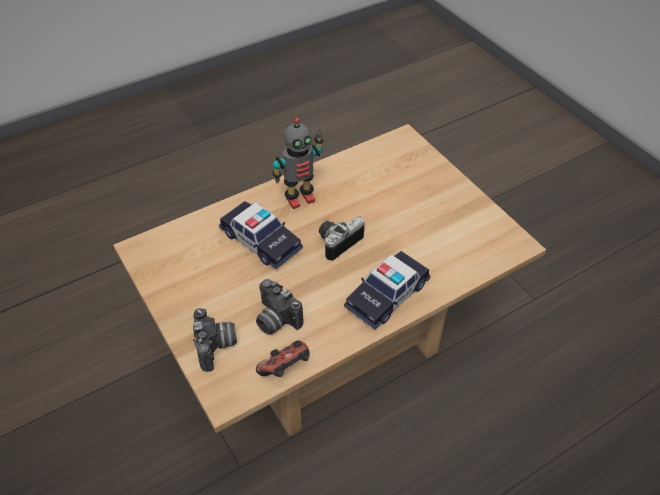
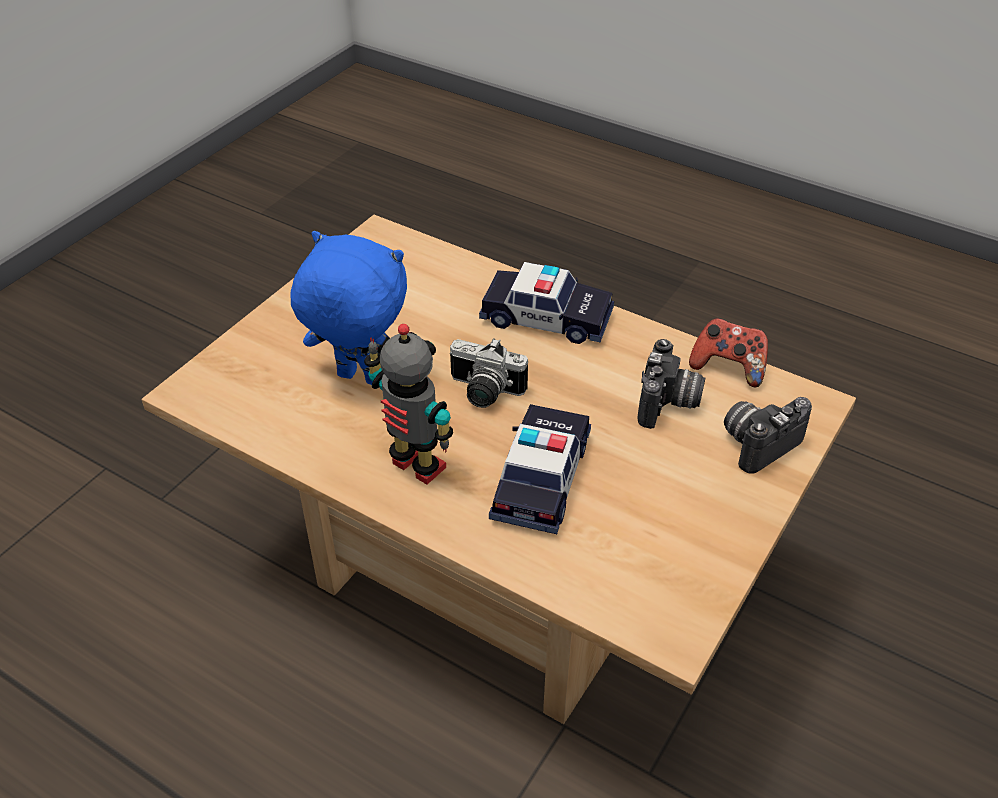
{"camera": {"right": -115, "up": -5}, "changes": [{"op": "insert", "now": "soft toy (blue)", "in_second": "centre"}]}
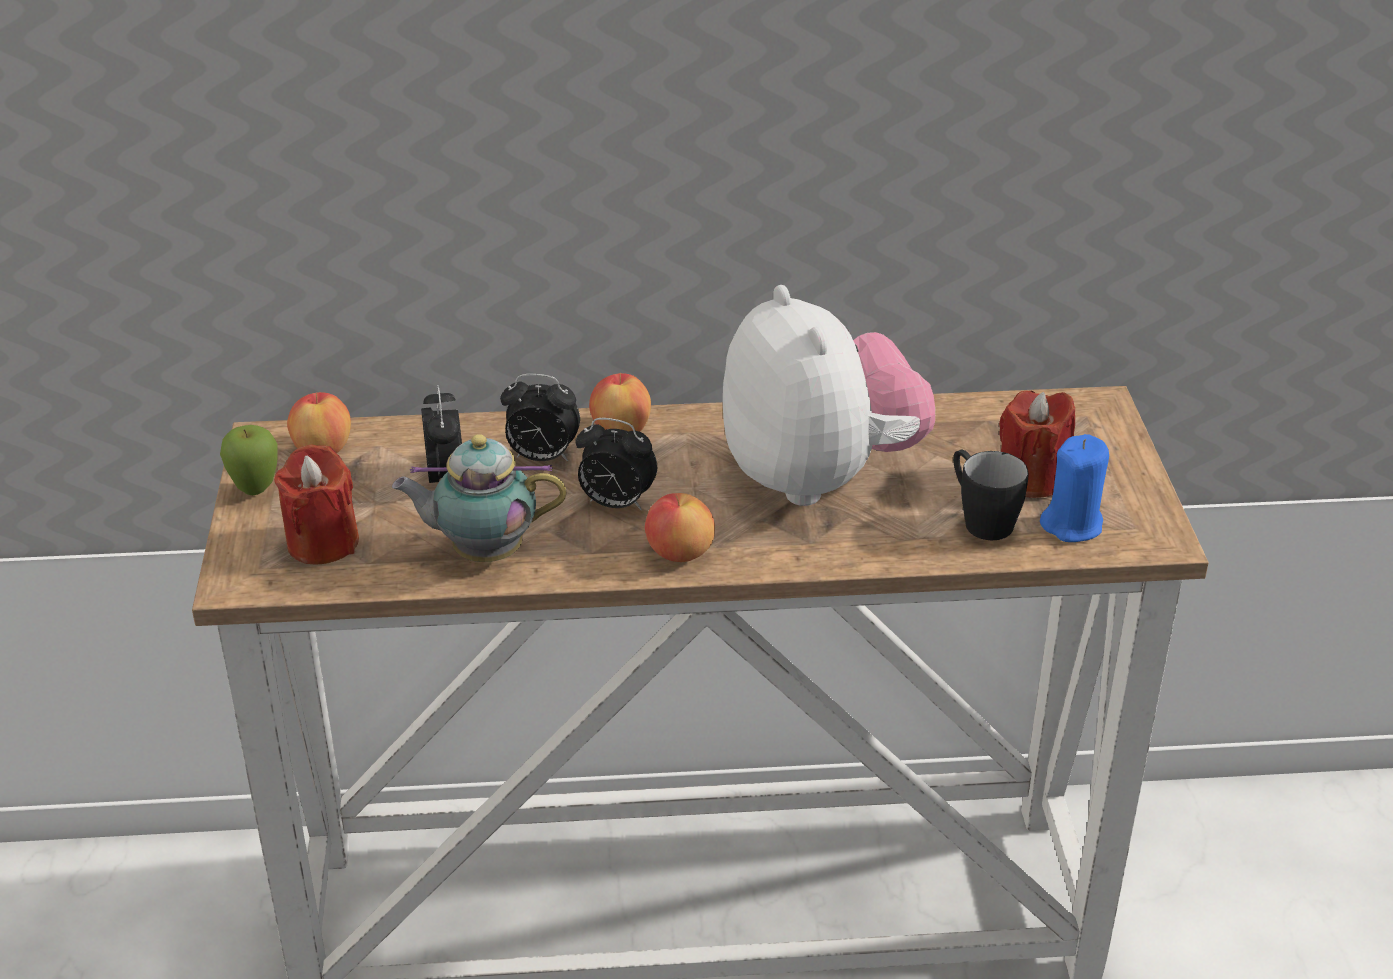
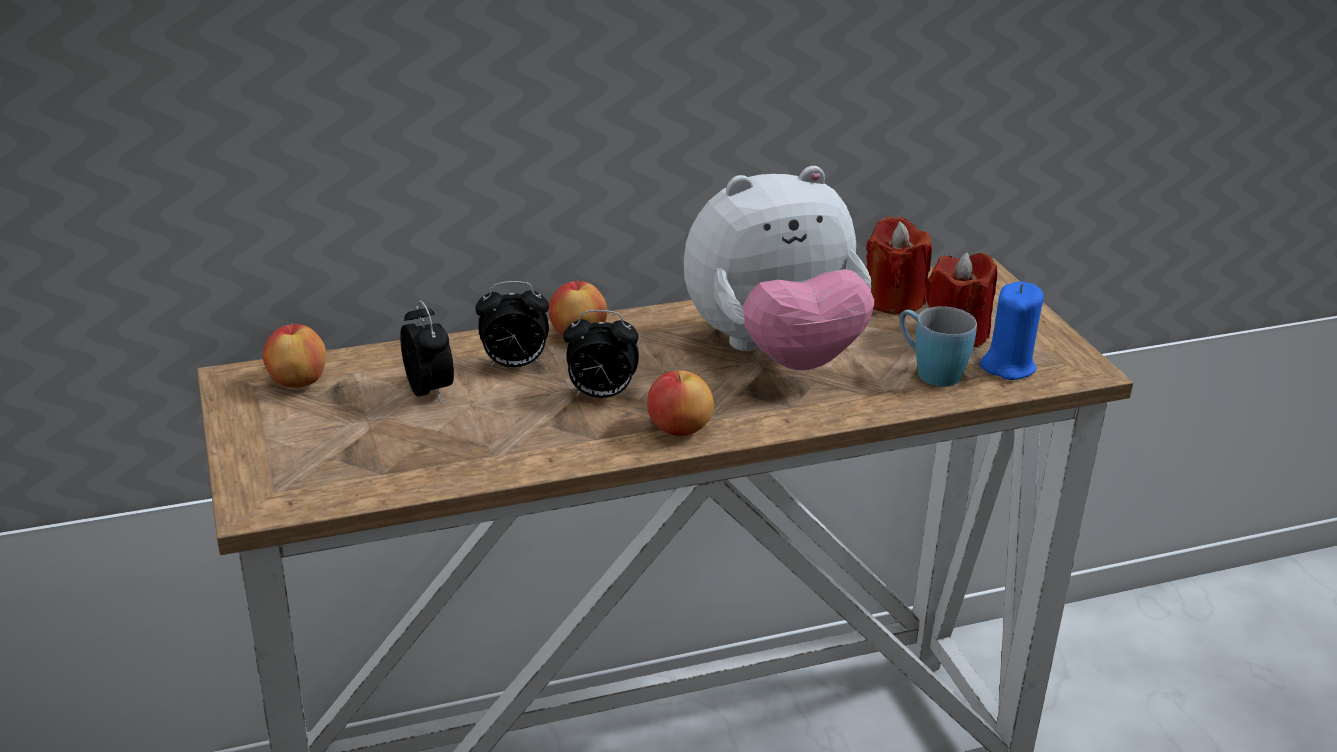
{"camera": {"right": -15, "up": -5}, "changes": [{"op": "rotate", "was": "soft toy", "in_first": "centre", "in_second": "centre", "clockwise": 105}, {"op": "move", "was": "wax candle (red-coloured) (1st from left)", "in_first": "middle left", "in_second": "middle right"}, {"op": "recolor", "was": "coffee mug (blackish)", "now": "coffee mug (blue)", "in_first": "middle right", "in_second": "middle right"}, {"op": "delete", "was": "whole apple (1st from left)", "in_first": "middle left"}, {"op": "delete", "was": "tea pot", "in_first": "centre"}]}
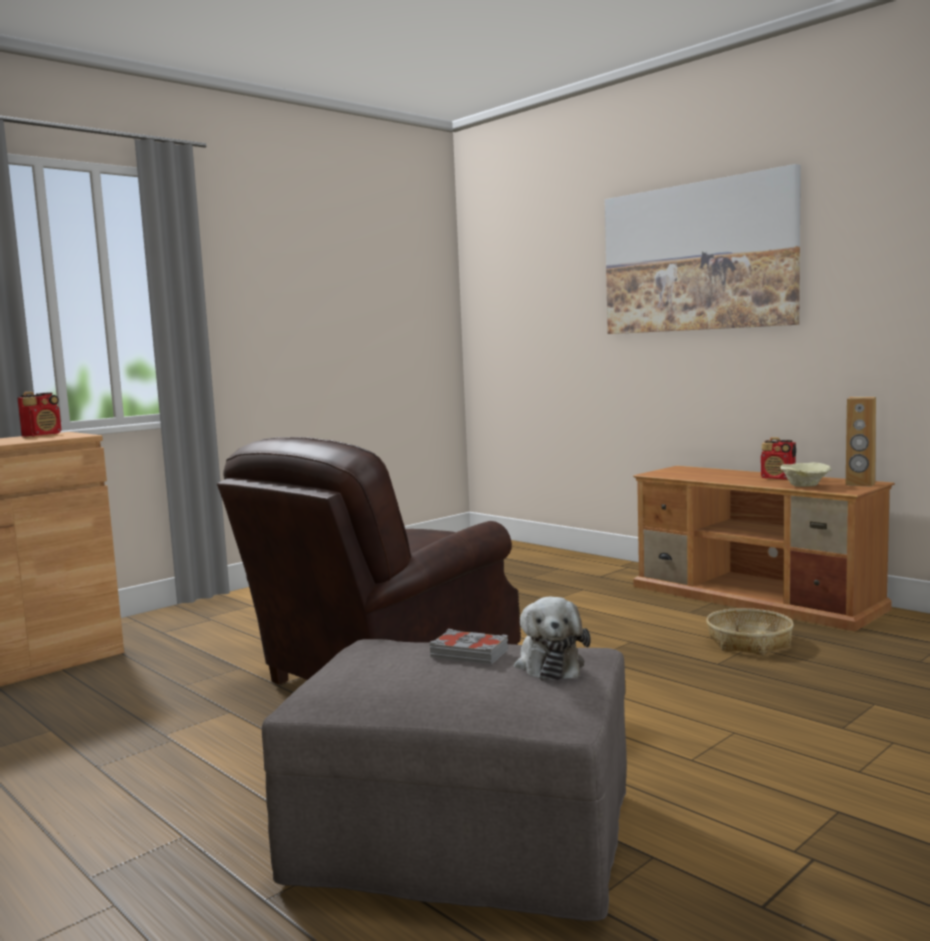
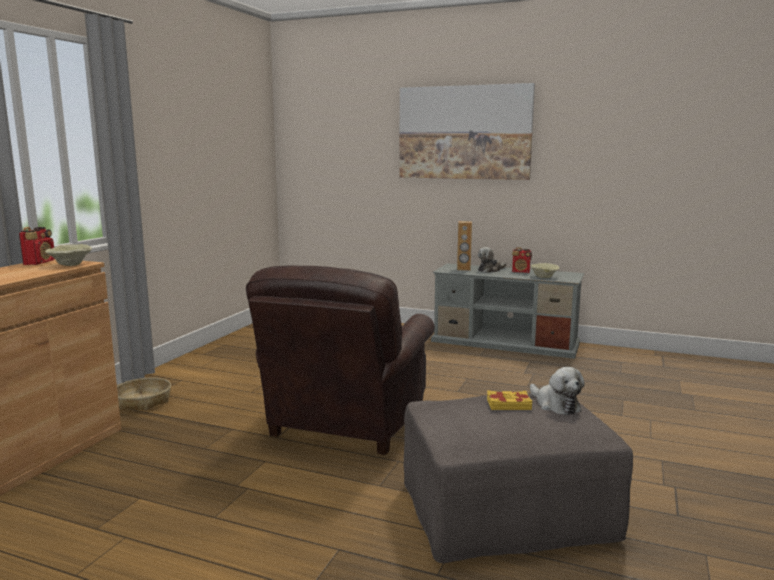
{"camera": {"right": -25, "up": 5}, "changes": [{"op": "insert", "now": "serving bowl (beige-coloured) (1st from left)", "in_second": "middle left"}, {"op": "move", "was": "storage basket", "in_first": "bottom right", "in_second": "bottom left"}, {"op": "recolor", "was": "media console (brown)", "now": "media console (greyish)", "in_first": "middle right", "in_second": "centre"}, {"op": "move", "was": "speaker (brown)", "in_first": "middle right", "in_second": "centre"}, {"op": "insert", "now": "soft toy (1st from left)", "in_second": "centre"}, {"op": "recolor", "was": "bound book (greyish)", "now": "bound book (yellow)", "in_first": "bottom centre", "in_second": "bottom centre"}]}
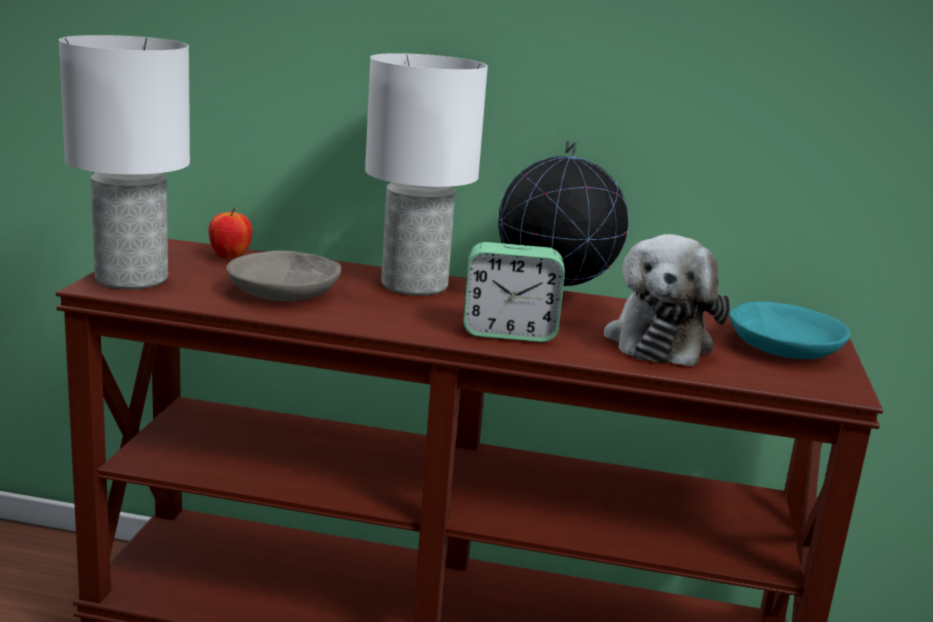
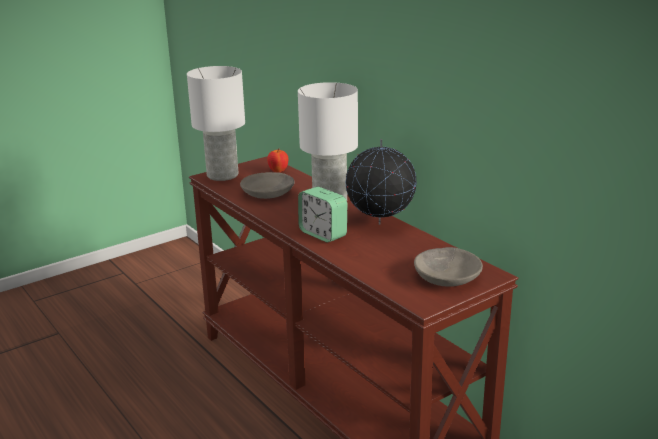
{"camera": {"right": 45, "up": 5}, "changes": [{"op": "recolor", "was": "serving bowl (turquoise)", "now": "serving bowl (greyish) (2nd from left)", "in_first": "middle right", "in_second": "middle right"}, {"op": "delete", "was": "soft toy", "in_first": "middle right"}]}
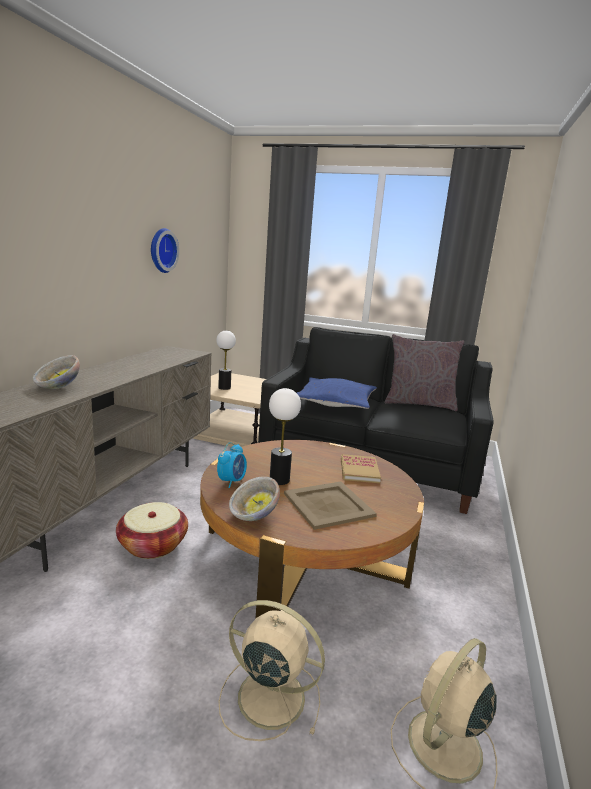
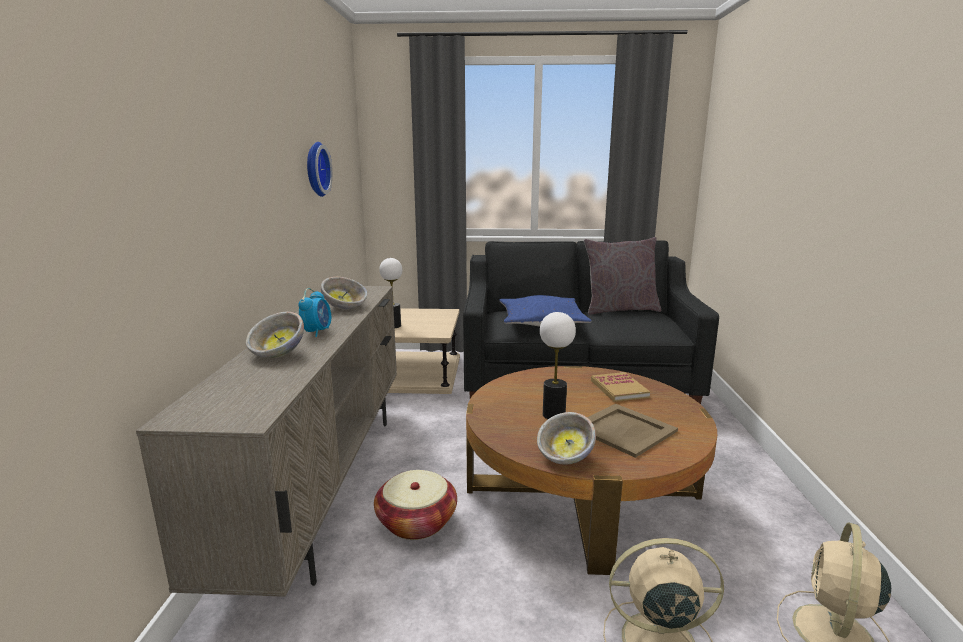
{"camera": {"right": -15, "up": 0}, "changes": [{"op": "move", "was": "table clock", "in_first": "centre", "in_second": "middle left"}, {"op": "insert", "now": "serving bowl (2nd from left)", "in_second": "centre"}]}
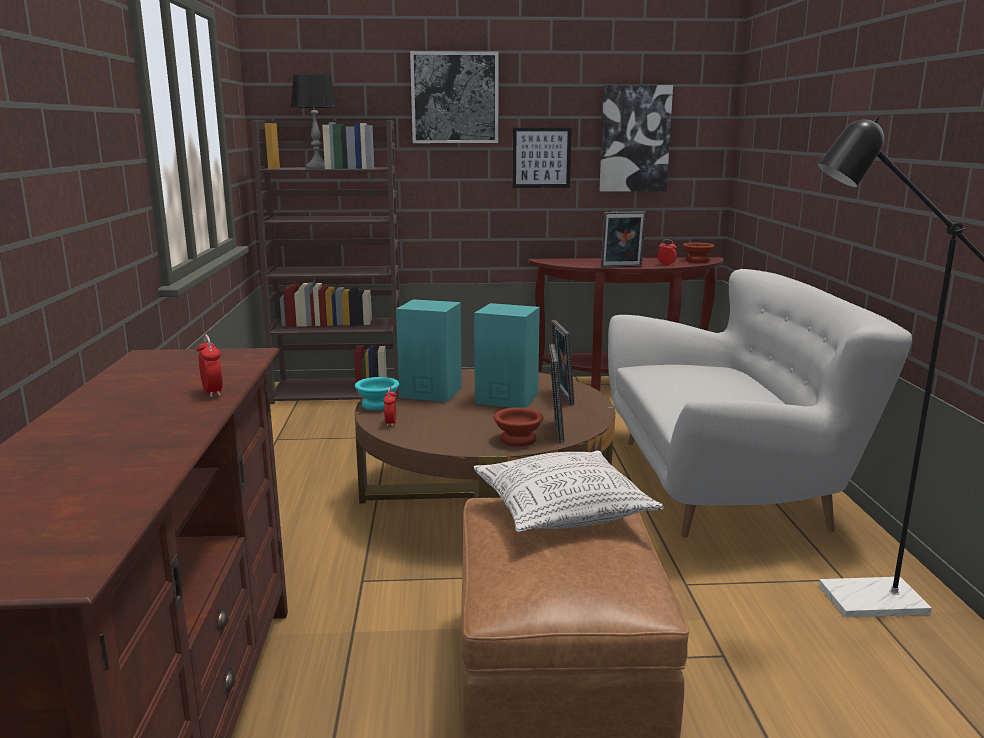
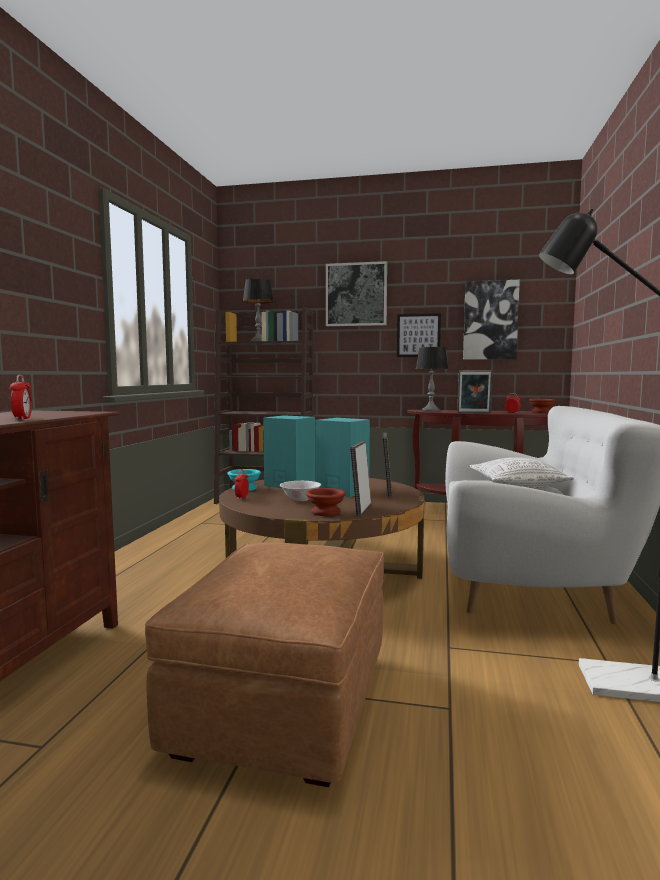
{"camera": {"right": 15, "up": -10}, "changes": [{"op": "insert", "now": "serving bowl (whitish)", "in_second": "centre"}, {"op": "insert", "now": "tabletop lamp (2nd from left)", "in_second": "centre"}, {"op": "move", "was": "pillow", "in_first": "centre", "in_second": "middle right"}]}
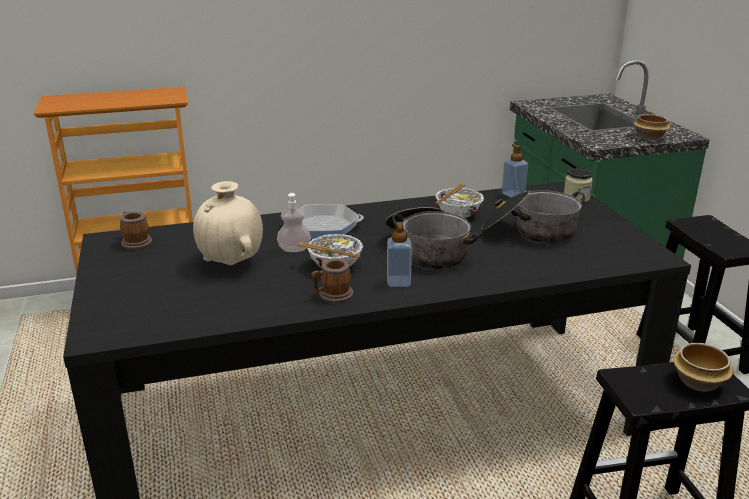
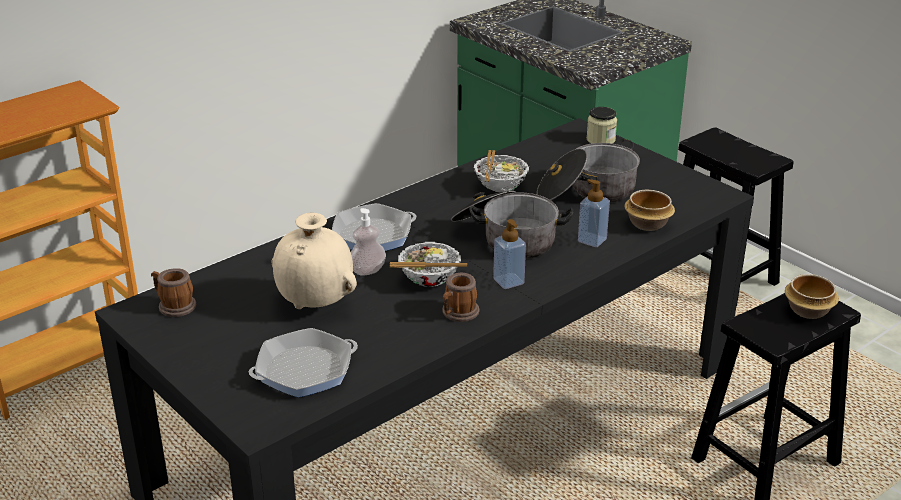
{"camera": {"right": -25, "up": 5}, "changes": [{"op": "insert", "now": "pan (1st from left)", "in_second": "bottom centre"}, {"op": "move", "was": "liquid soap bottle (3rd from left)", "in_first": "middle right", "in_second": "centre"}, {"op": "move", "was": "serving bowl (3rd from left)", "in_first": "top right", "in_second": "middle right"}]}
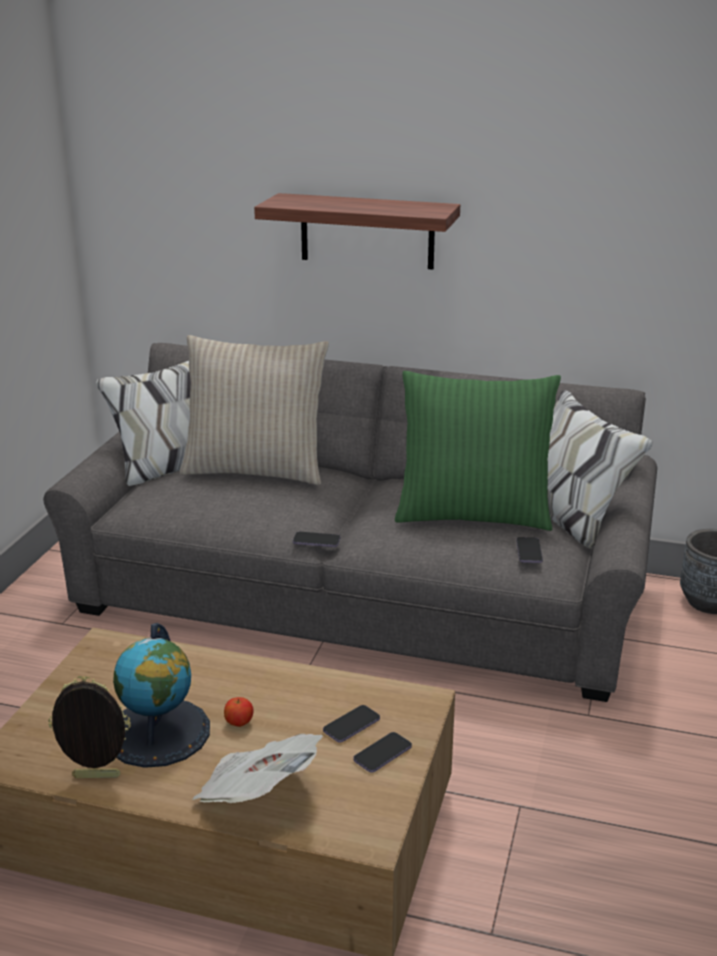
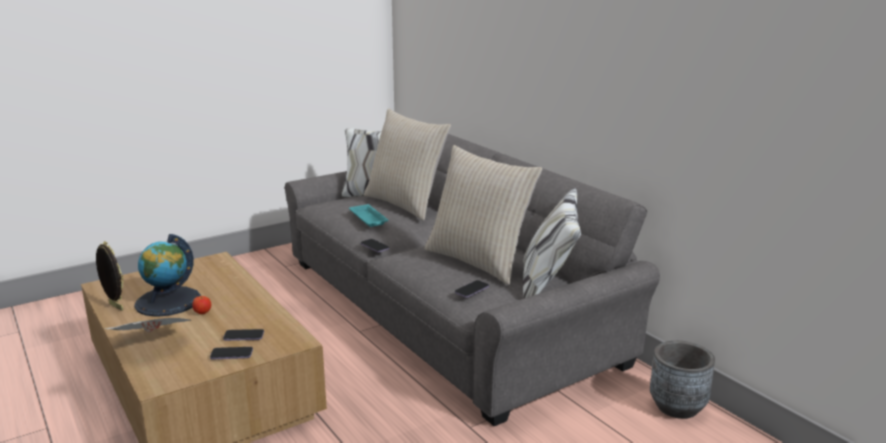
{"camera": {"right": 40, "up": -5}, "changes": [{"op": "insert", "now": "tray (turquoise)", "in_second": "centre"}, {"op": "recolor", "was": "pillow (green)", "now": "pillow (beige-coloured) (2nd from left)", "in_first": "middle right", "in_second": "centre"}, {"op": "delete", "was": "wall shelf", "in_first": "top centre"}]}
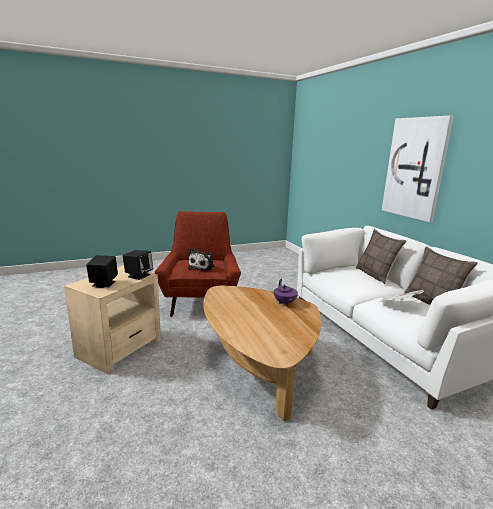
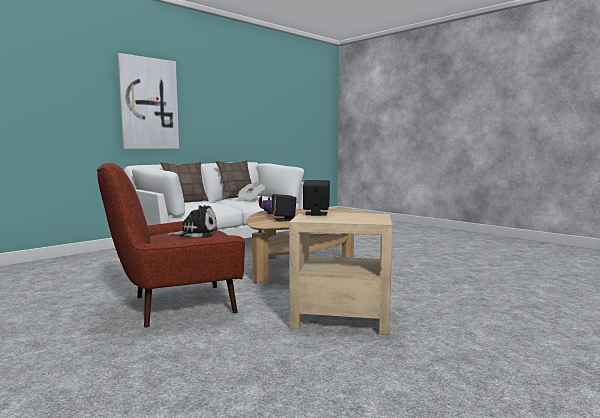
{"camera": {"right": -110, "up": -10}, "changes": [{"op": "move", "was": "speaker (blackish) (1st from left)", "in_first": "middle left", "in_second": "centre"}]}
